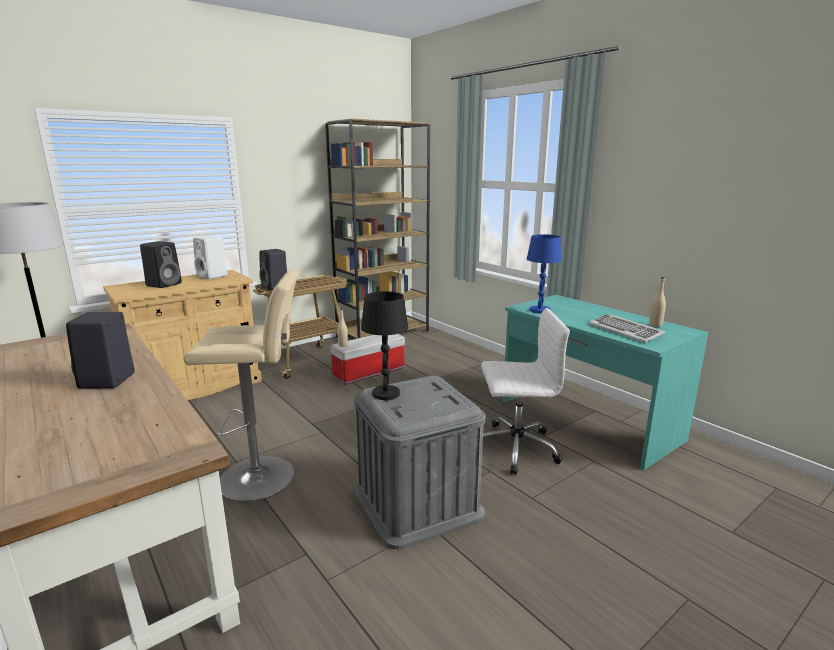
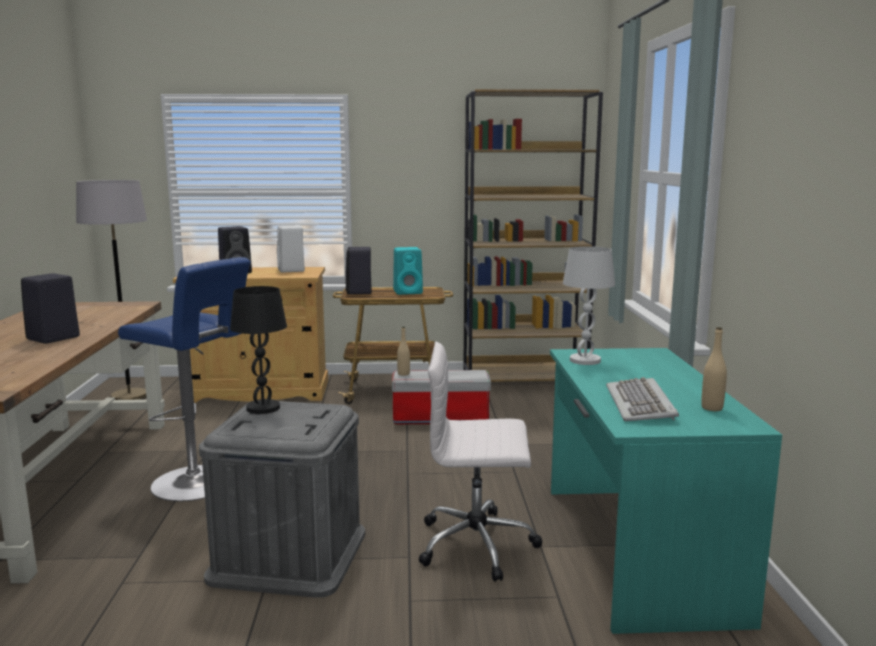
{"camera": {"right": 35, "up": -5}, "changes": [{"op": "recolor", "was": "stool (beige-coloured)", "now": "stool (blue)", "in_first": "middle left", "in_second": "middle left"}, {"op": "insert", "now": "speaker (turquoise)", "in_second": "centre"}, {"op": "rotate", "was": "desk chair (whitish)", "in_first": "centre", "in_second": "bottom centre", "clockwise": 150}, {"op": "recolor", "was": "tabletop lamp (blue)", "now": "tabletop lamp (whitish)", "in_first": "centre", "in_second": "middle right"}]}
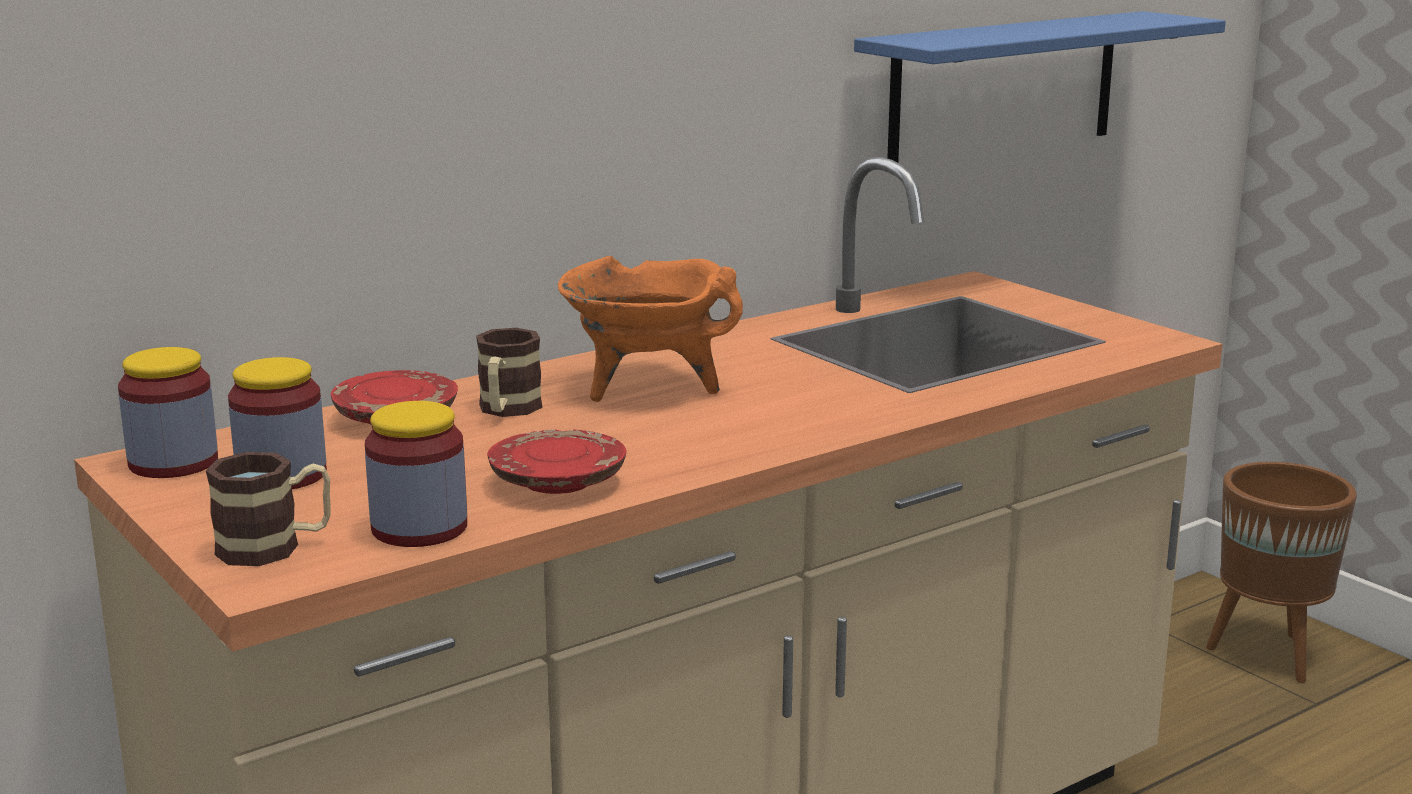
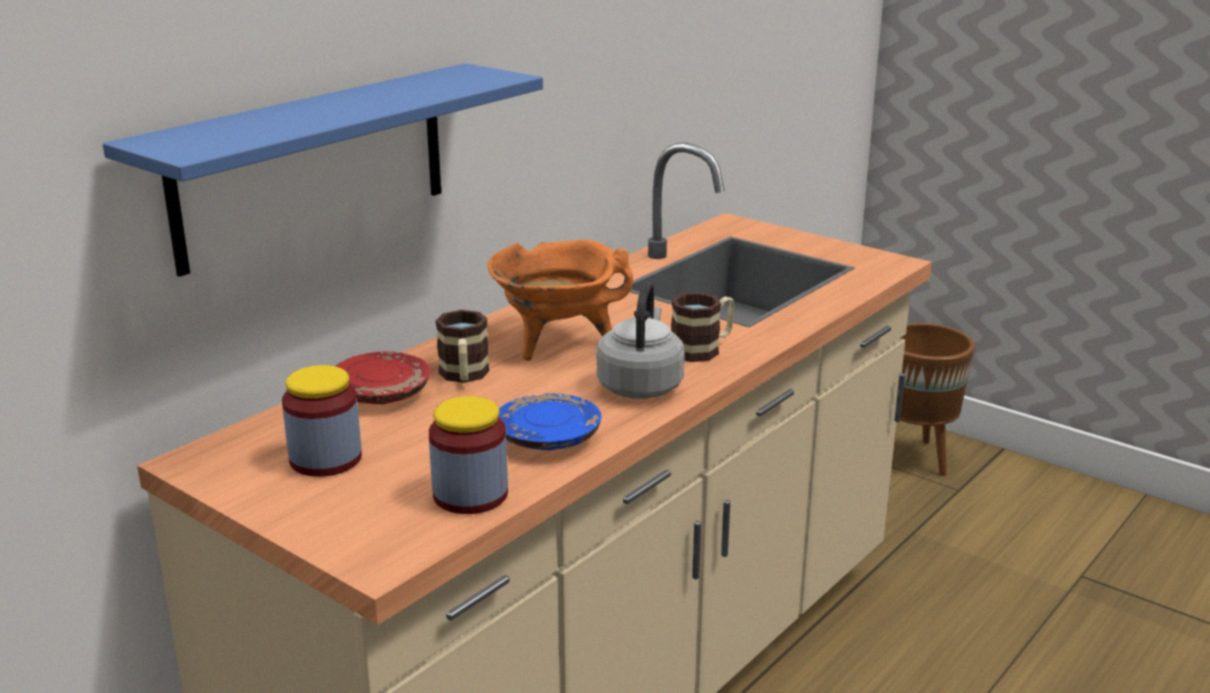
{"camera": {"right": -15, "up": 5}, "changes": [{"op": "move", "was": "wall shelf (blue)", "in_first": "top right", "in_second": "top left"}, {"op": "recolor", "was": "dinner plate (red-coloured) (2nd from left)", "now": "dinner plate (blue)", "in_first": "centre", "in_second": "centre"}, {"op": "insert", "now": "water kettle (greyish)", "in_second": "centre"}, {"op": "move", "was": "coffee mug (1st from left in the first image)", "now": "coffee mug (2nd from left)", "in_first": "middle left", "in_second": "centre"}, {"op": "delete", "was": "preserve jar (1st from left)", "in_first": "middle left"}]}
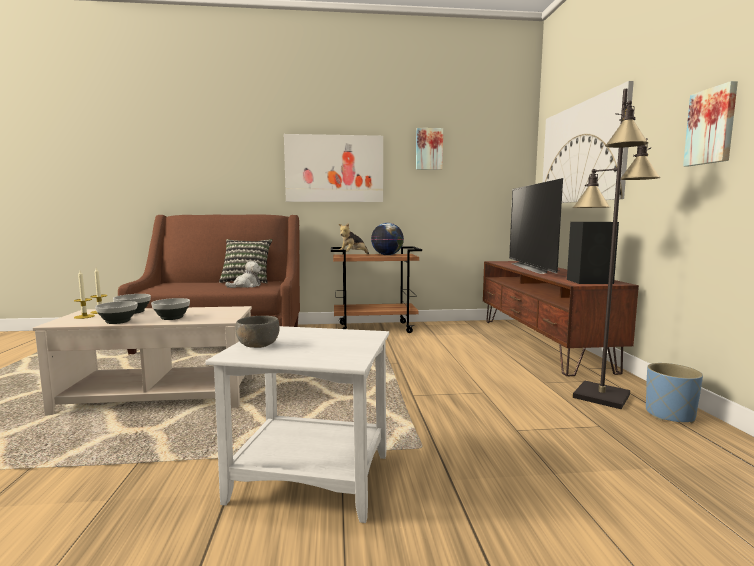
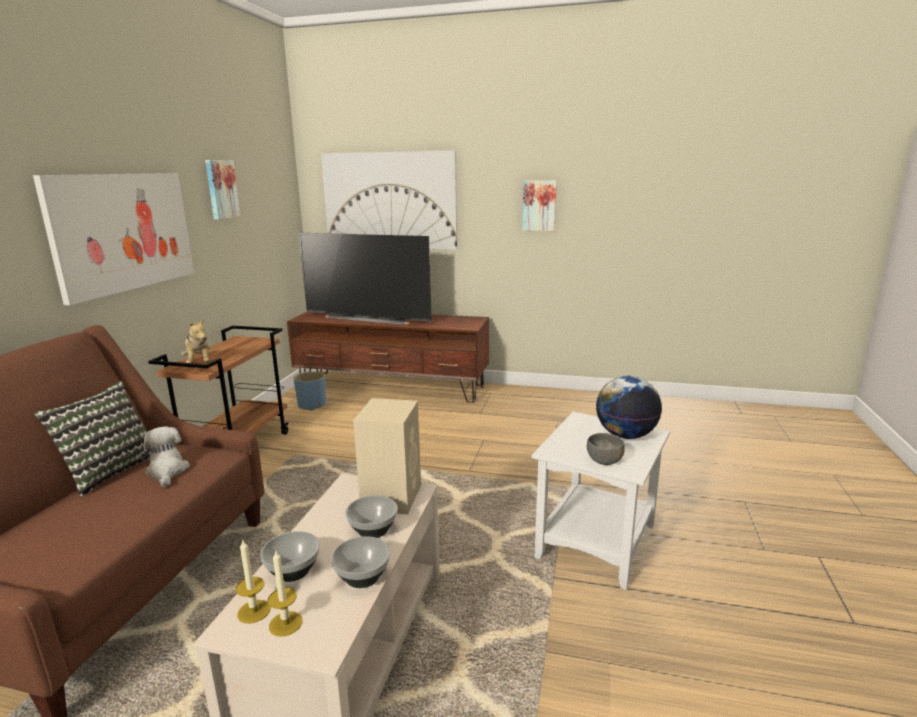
{"camera": {"right": -70, "up": 10}, "changes": [{"op": "move", "was": "flower pot (blue)", "in_first": "bottom right", "in_second": "centre"}, {"op": "insert", "now": "speaker (beige-coloured)", "in_second": "centre"}, {"op": "move", "was": "world globe", "in_first": "centre", "in_second": "middle right"}, {"op": "delete", "was": "speaker (blackish)", "in_first": "middle right"}, {"op": "delete", "was": "standing lamp (blackish)", "in_first": "middle right"}]}
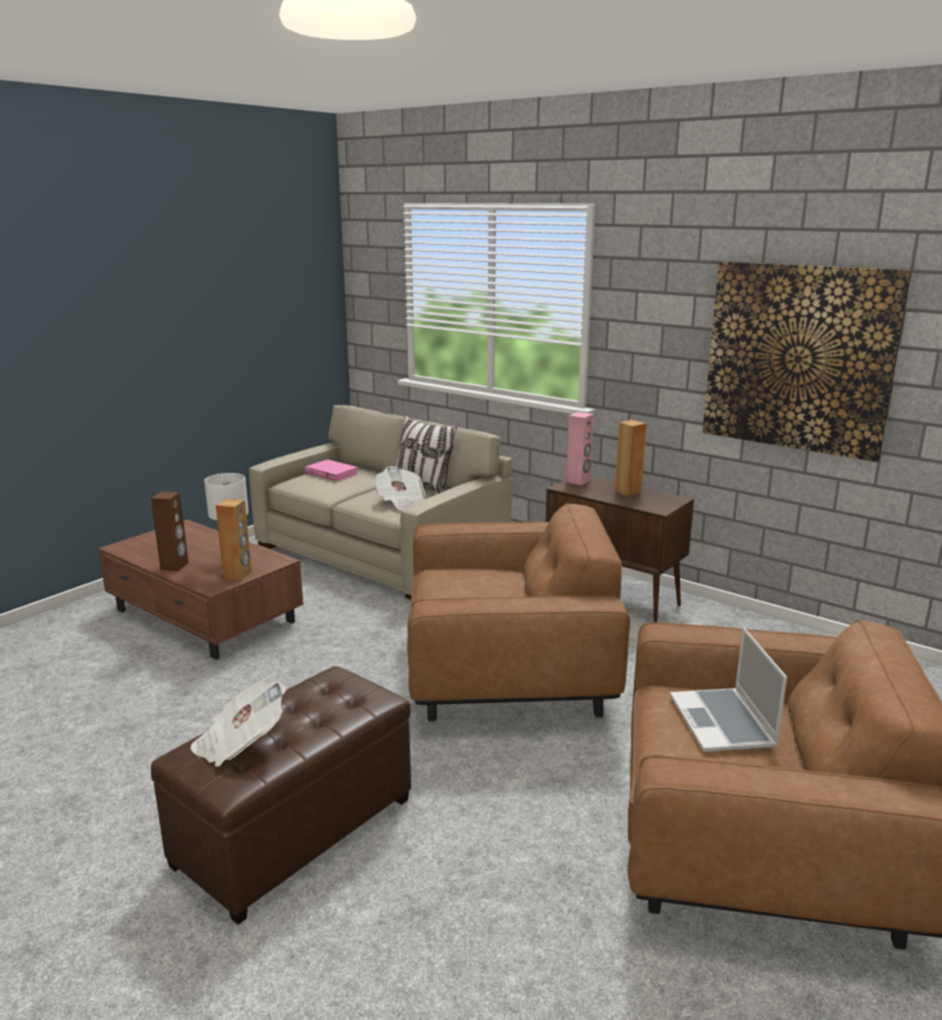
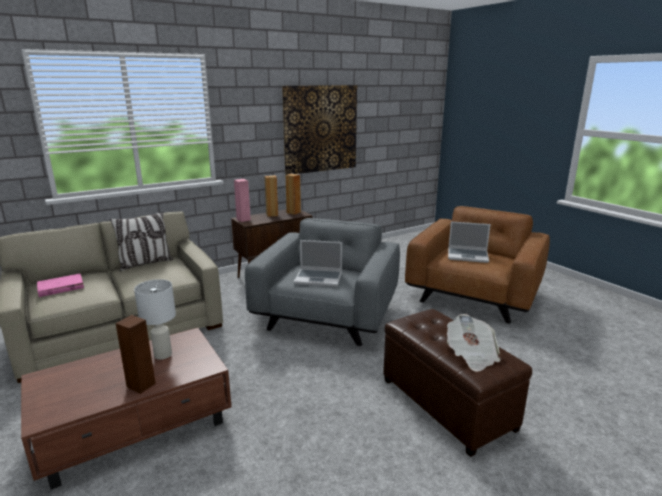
{"camera": {"right": -70, "up": 0}, "changes": [{"op": "recolor", "was": "easy chair (brown) (1st from left)", "now": "easy chair (greyish)", "in_first": "centre", "in_second": "centre"}, {"op": "move", "was": "speaker (brown) (2nd from left in the first image)", "now": "speaker (brown) (3rd from left)", "in_first": "middle left", "in_second": "centre"}, {"op": "insert", "now": "portable computer (1st from left)", "in_second": "centre"}, {"op": "delete", "was": "newspaper (2nd from left)", "in_first": "centre"}]}
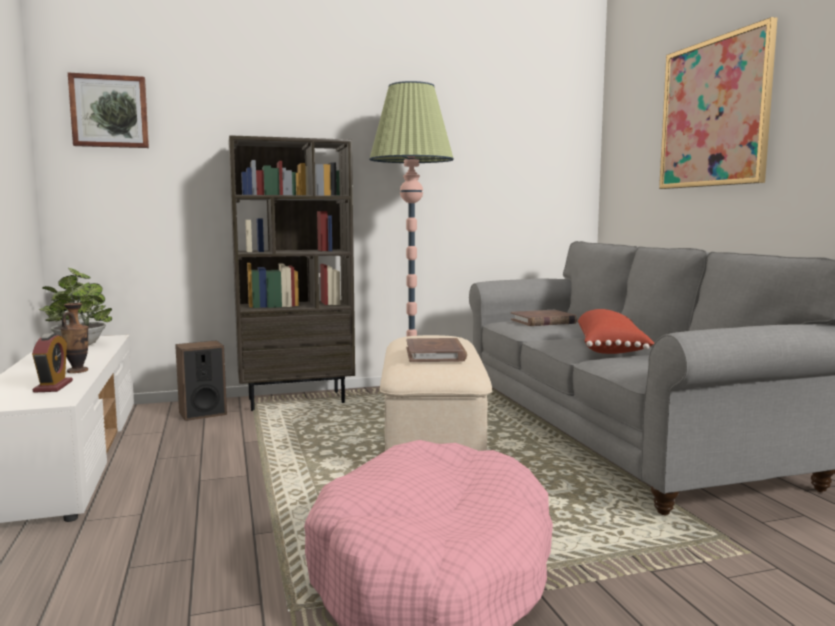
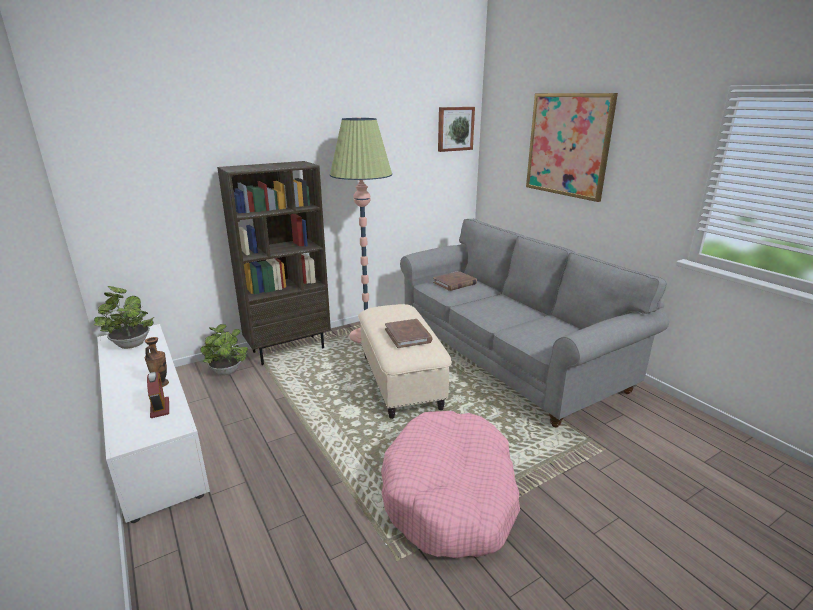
{"camera": {"right": -15, "up": 15}, "changes": [{"op": "replace", "was": "speaker", "now": "houseplant (2nd from left)", "in_first": "middle left", "in_second": "middle left"}, {"op": "move", "was": "wall art (1st from left)", "in_first": "top left", "in_second": "top centre"}, {"op": "delete", "was": "pillow (red-coloured)", "in_first": "middle right"}]}
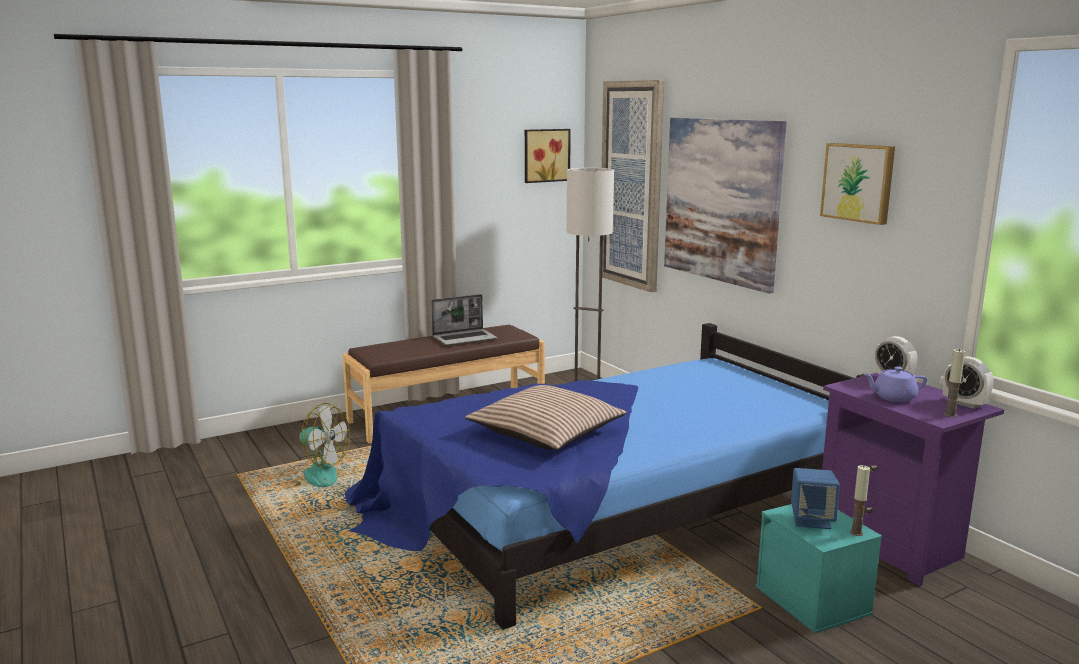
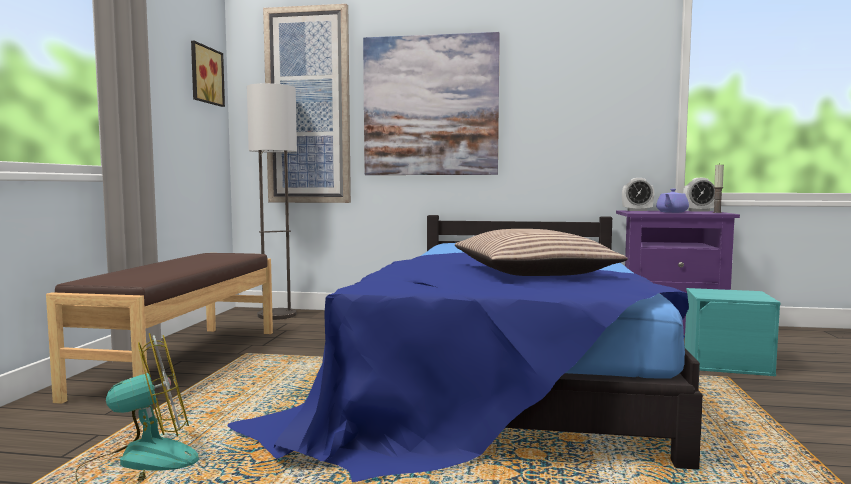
{"camera": {"right": -50, "up": -10}, "changes": [{"op": "delete", "was": "portable computer", "in_first": "centre"}, {"op": "delete", "was": "speaker (blue)", "in_first": "bottom right"}, {"op": "delete", "was": "wall art (4th from left)", "in_first": "top right"}, {"op": "delete", "was": "wax candle (1st from left)", "in_first": "bottom right"}]}
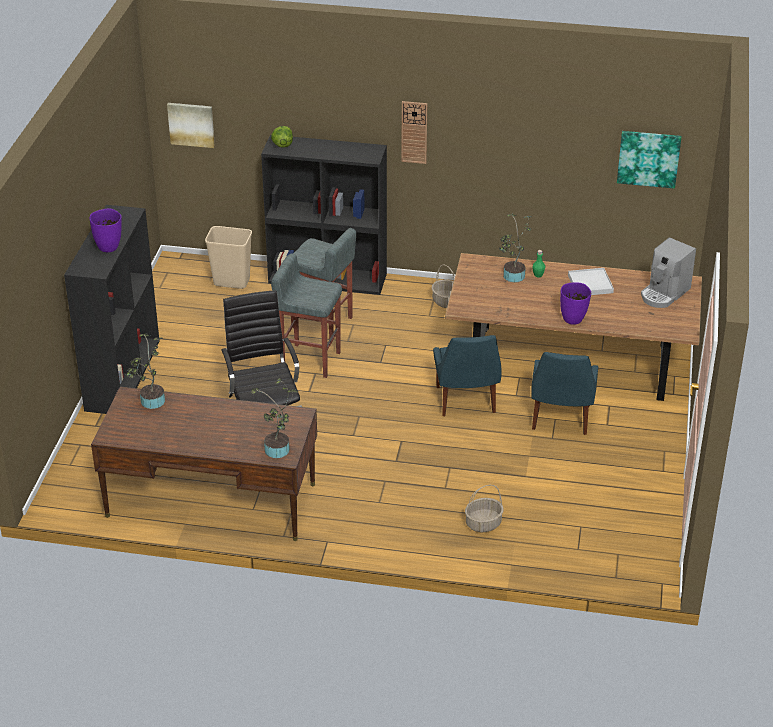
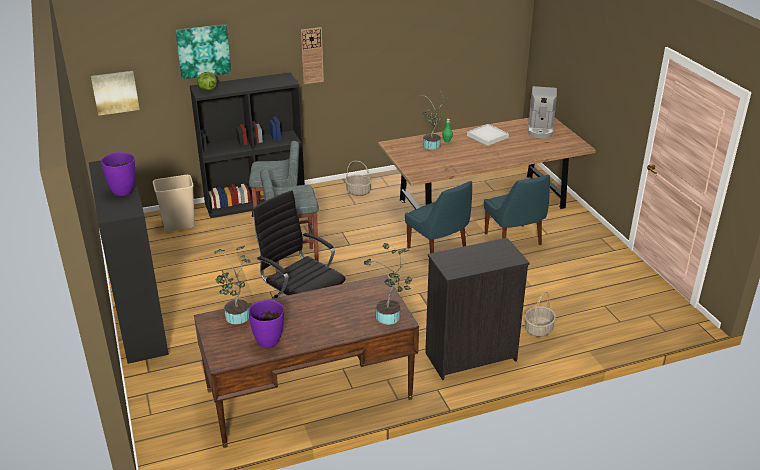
{"camera": {"right": -30, "up": -5}, "changes": [{"op": "move", "was": "wall art (2nd from left)", "in_first": "top right", "in_second": "top left"}, {"op": "move", "was": "flower vase (purple-coloured) (2nd from left)", "in_first": "middle right", "in_second": "bottom centre"}, {"op": "insert", "now": "chest of drawers (blackish)", "in_second": "centre"}]}
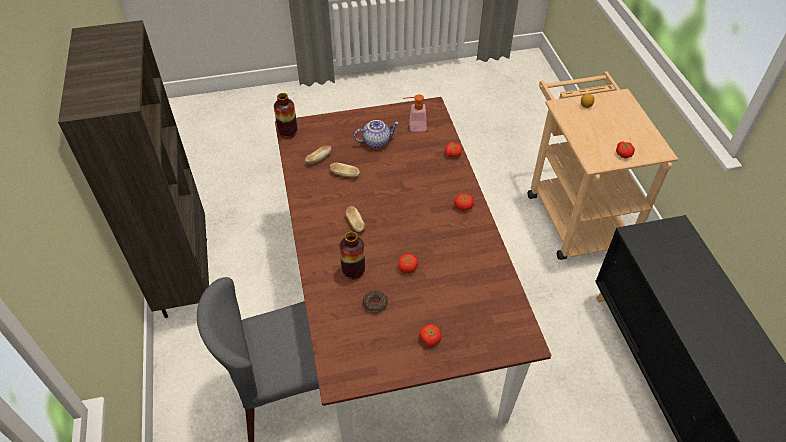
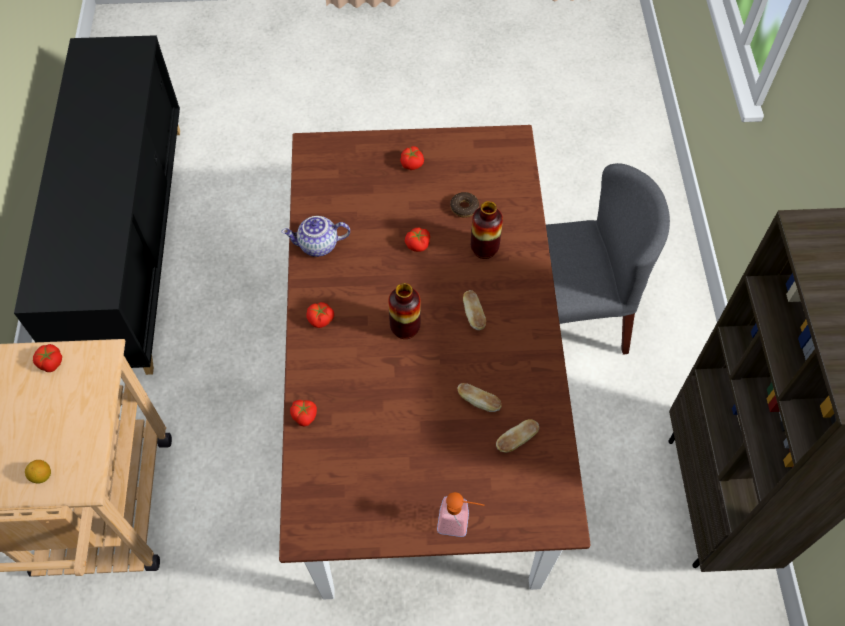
{"camera": {"right": -170, "up": 10}, "changes": [{"op": "move", "was": "tea pot", "in_first": "top centre", "in_second": "centre"}, {"op": "move", "was": "flower vase (1st from left)", "in_first": "top centre", "in_second": "centre"}, {"op": "move", "was": "liquid soap bottle", "in_first": "top centre", "in_second": "bottom centre"}]}
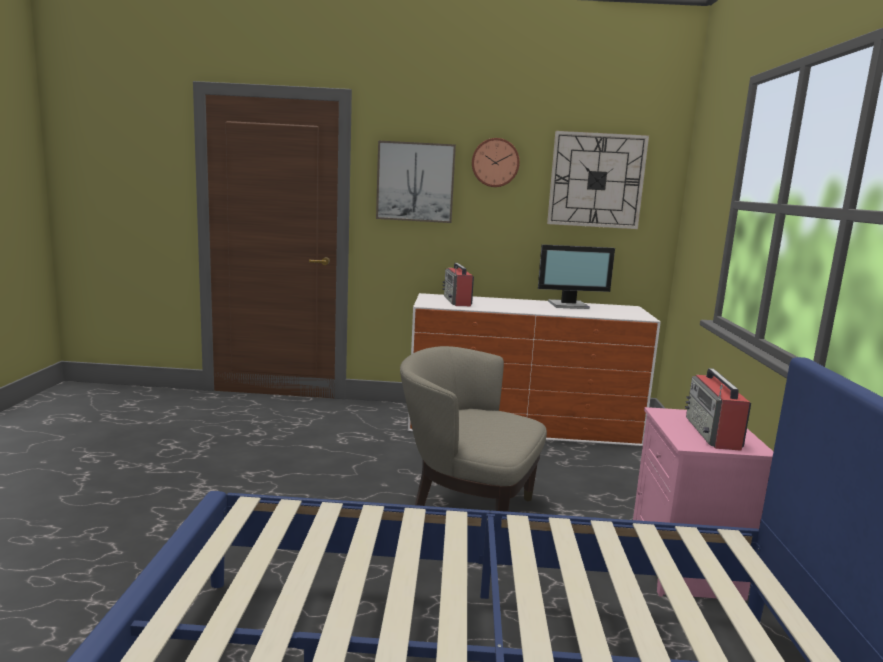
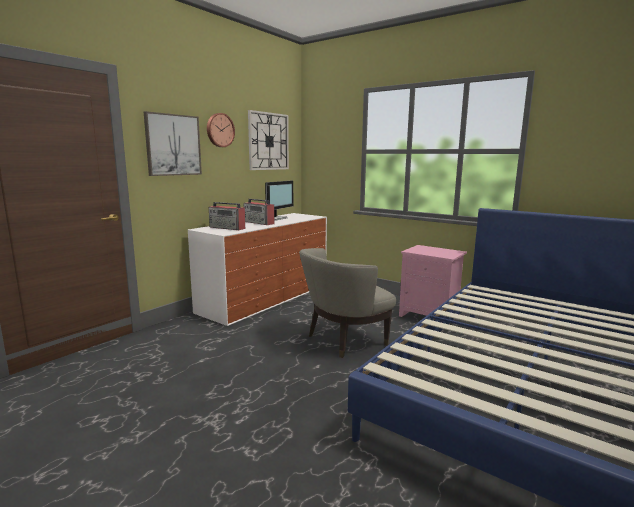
{"camera": {"right": -55, "up": 0}, "changes": [{"op": "move", "was": "radio set (2nd from left)", "in_first": "middle right", "in_second": "centre"}]}
